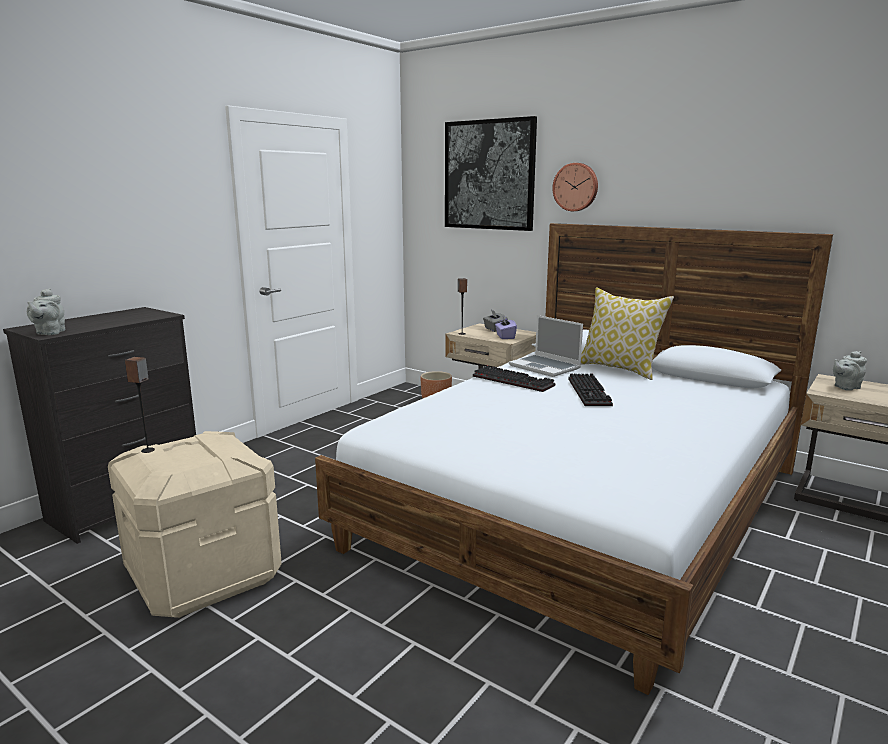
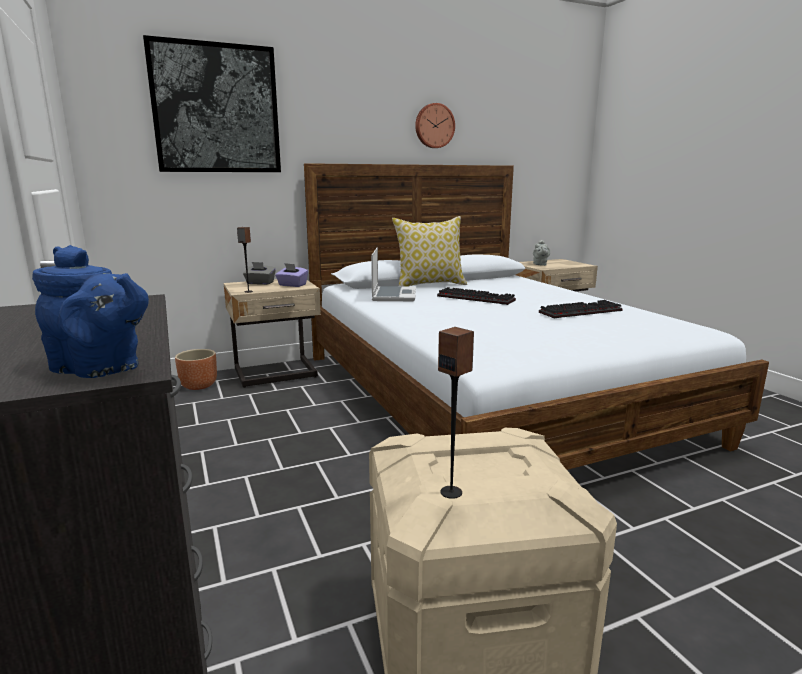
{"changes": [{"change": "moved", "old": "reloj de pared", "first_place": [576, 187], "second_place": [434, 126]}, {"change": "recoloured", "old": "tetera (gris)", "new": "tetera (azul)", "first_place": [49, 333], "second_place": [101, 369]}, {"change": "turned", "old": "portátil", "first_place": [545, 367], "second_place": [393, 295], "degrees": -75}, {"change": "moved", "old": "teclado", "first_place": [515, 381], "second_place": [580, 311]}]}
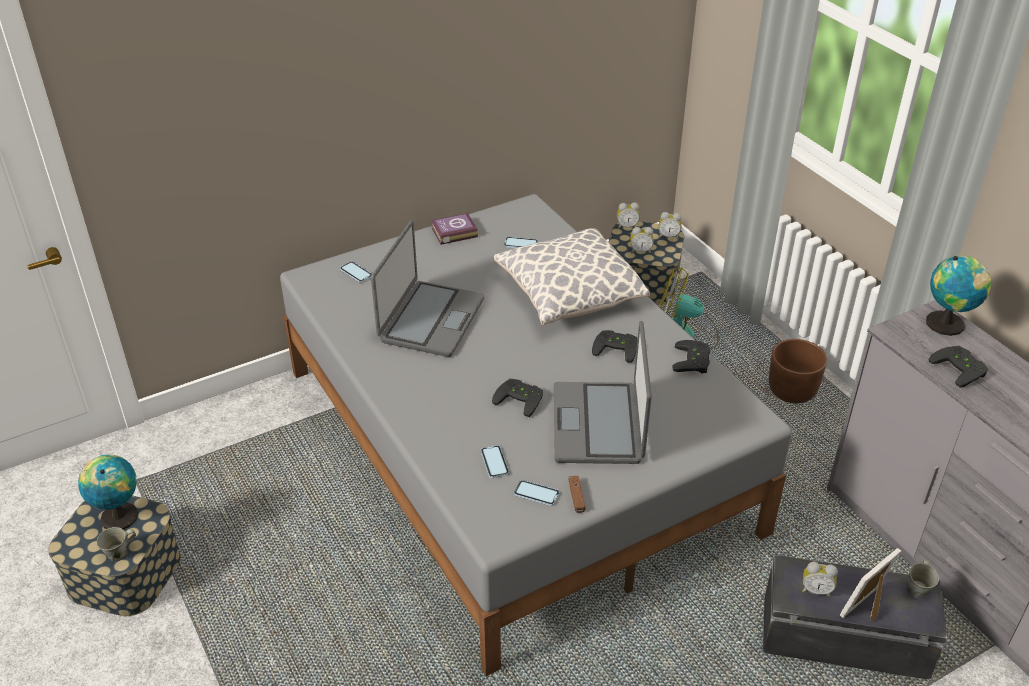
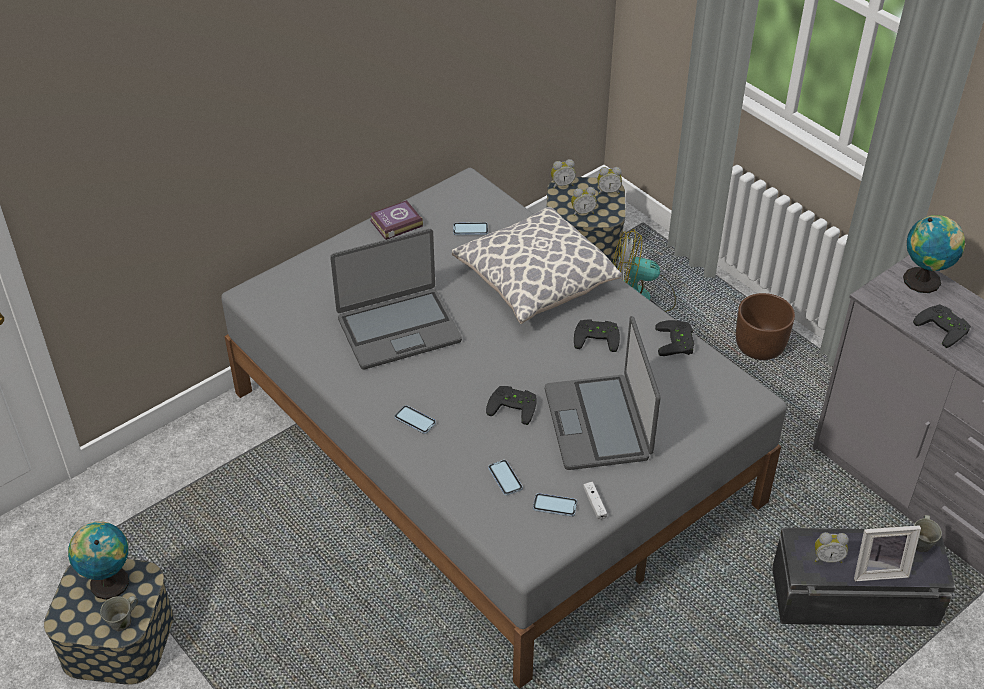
{"changes": [{"change": "turned", "old": "portátil", "first_place": [430, 319], "second_place": [398, 329], "degrees": 60}, {"change": "moved", "old": "móvil", "first_place": [356, 273], "second_place": [415, 420]}, {"change": "recoloured", "old": "mando de consola (marrón)", "new": "mando de consola (blanco)", "first_place": [576, 497], "second_place": [594, 503]}, {"change": "turned", "old": "portarretratos", "first_place": [867, 608], "second_place": [878, 569], "degrees": -135}]}
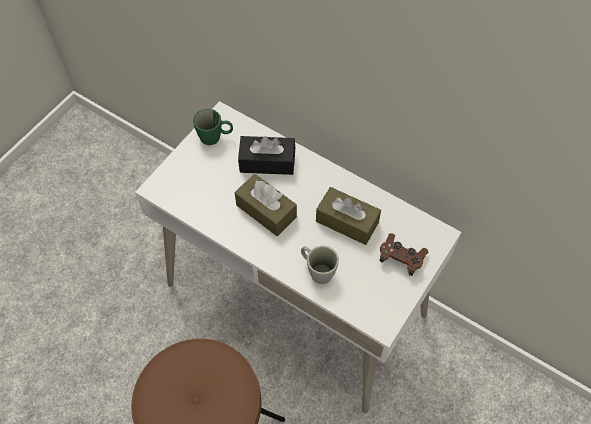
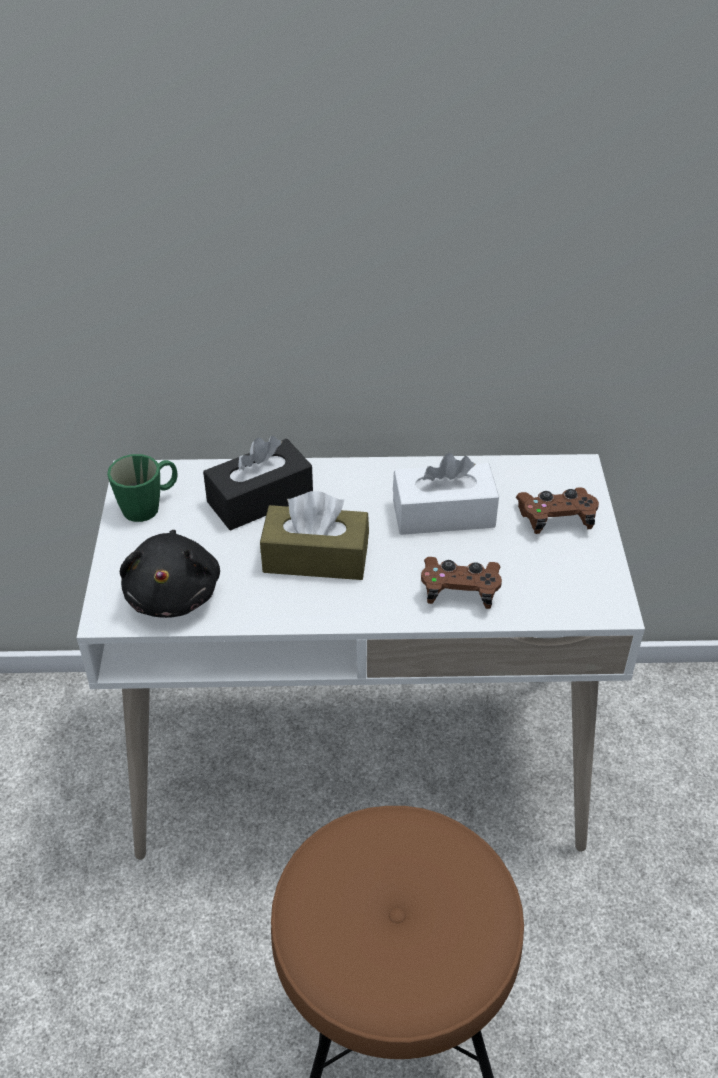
{"changes": [{"change": "recoloured", "old": "caja de pañuelos (marrón)", "new": "caja de pañuelos (blanco)", "first_place": [347, 222], "second_place": [443, 514]}, {"change": "replaced", "old": "taza grande (gris)", "new": "mando de consola (marrón)", "first_place": [317, 270], "second_place": [460, 591]}, {"change": "added", "new": "peluche (negro)", "second_place": [174, 594]}]}
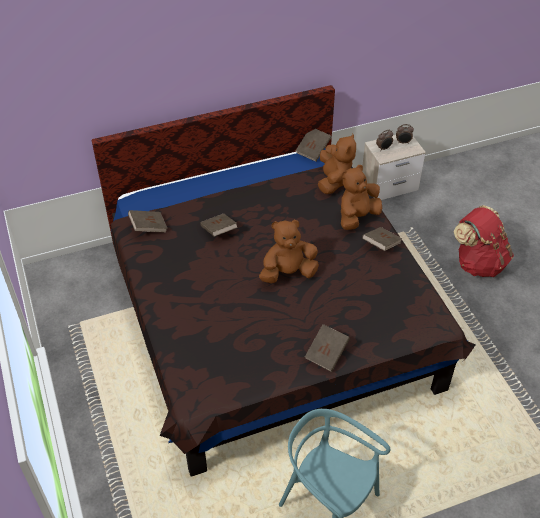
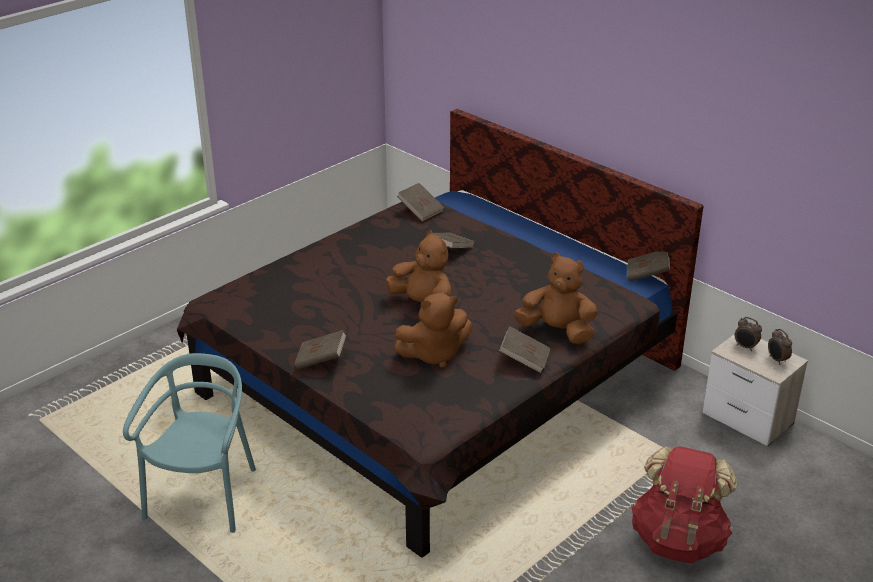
{"changes": [{"change": "moved", "old": "peluche (marrón)", "first_place": [333, 180], "second_place": [434, 354]}]}
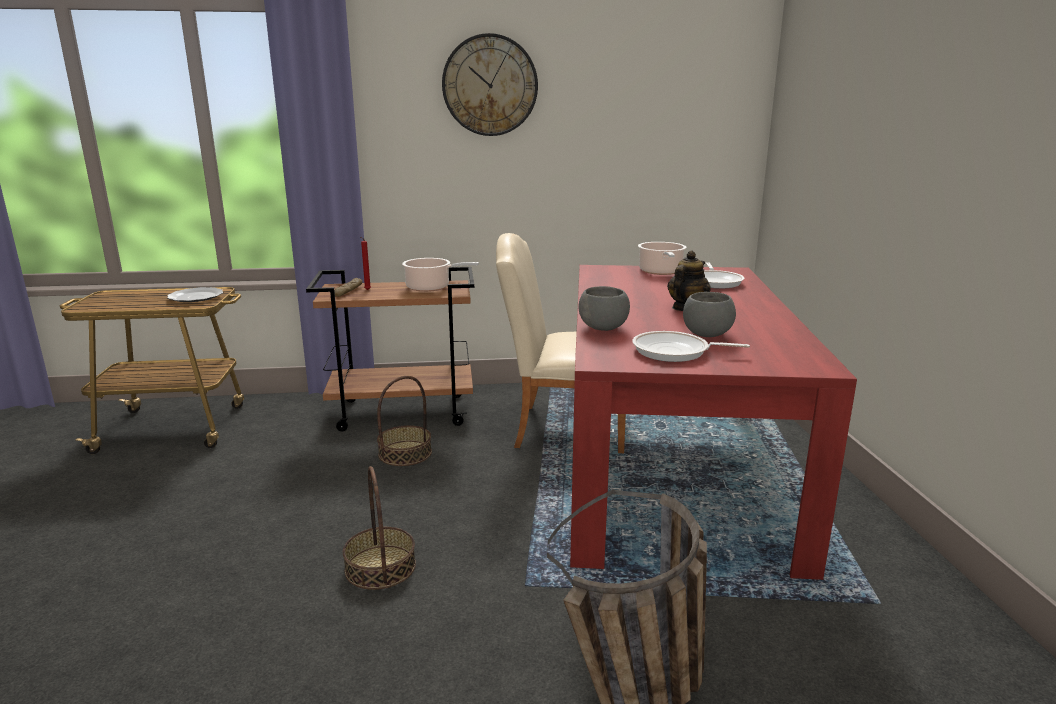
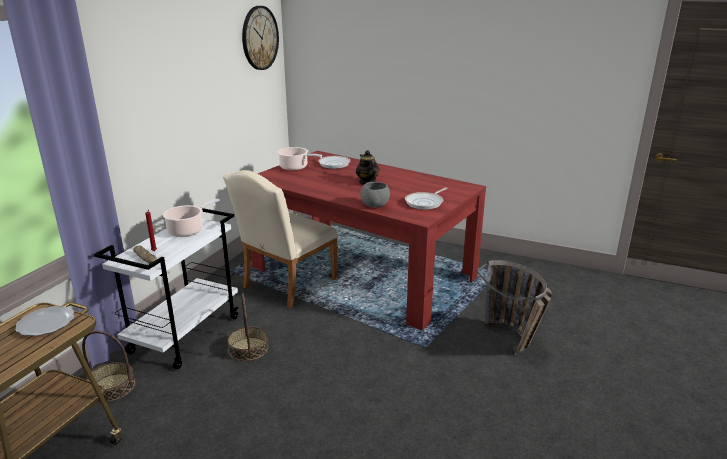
{"changes": [{"change": "moved", "old": "reloj de pared", "first_place": [490, 85], "second_place": [259, 38]}, {"change": "recoloured", "old": "carrito (marrón)", "new": "carrito (blanco)", "first_place": [404, 412], "second_place": [185, 334]}, {"change": "removed", "old": "cuenco (gris)", "first_place": [706, 334]}, {"change": "moved", "old": "cesta", "first_place": [380, 567], "second_place": [112, 387]}]}
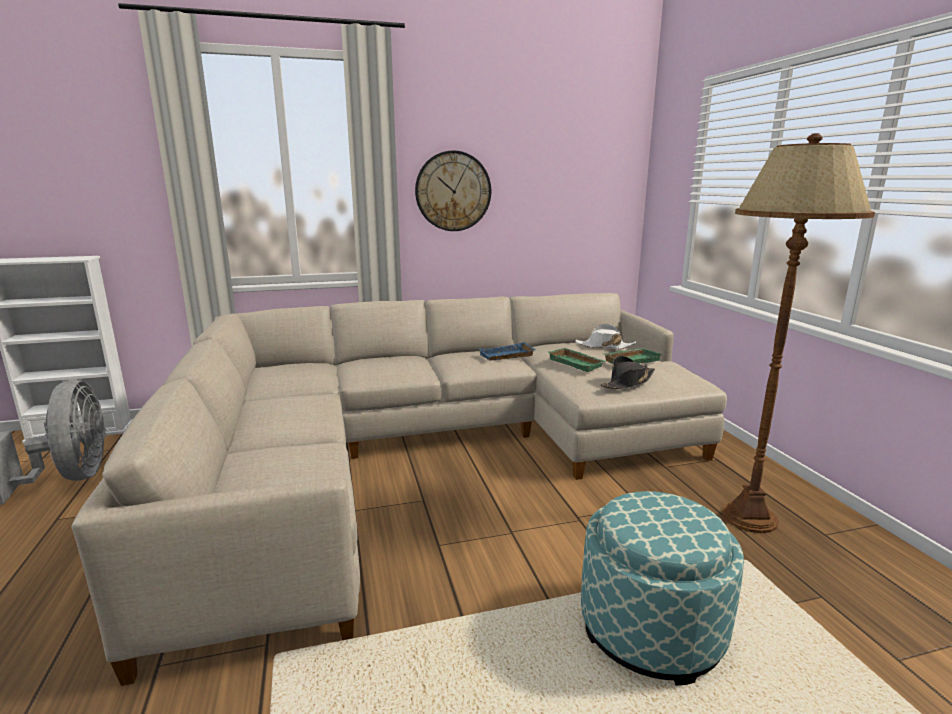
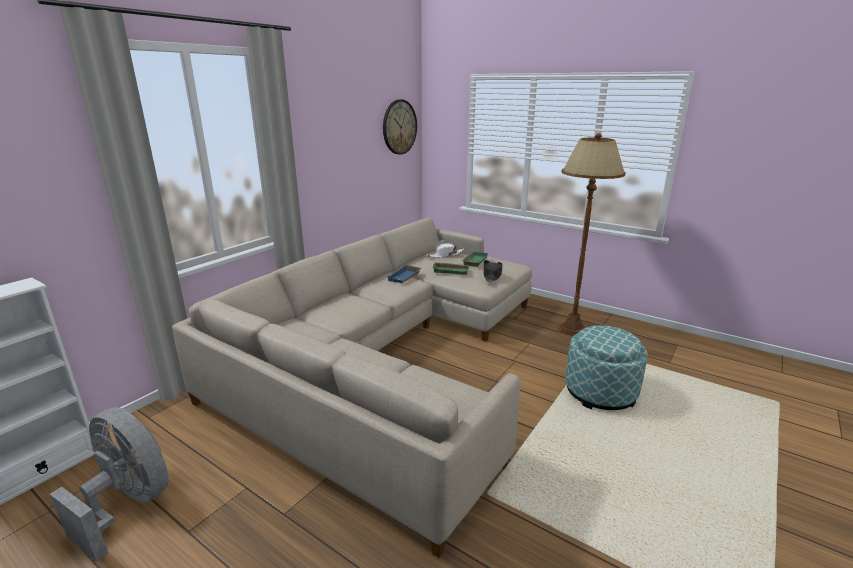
{"changes": [{"change": "moved", "old": "reloj de pared", "first_place": [453, 191], "second_place": [399, 127]}]}
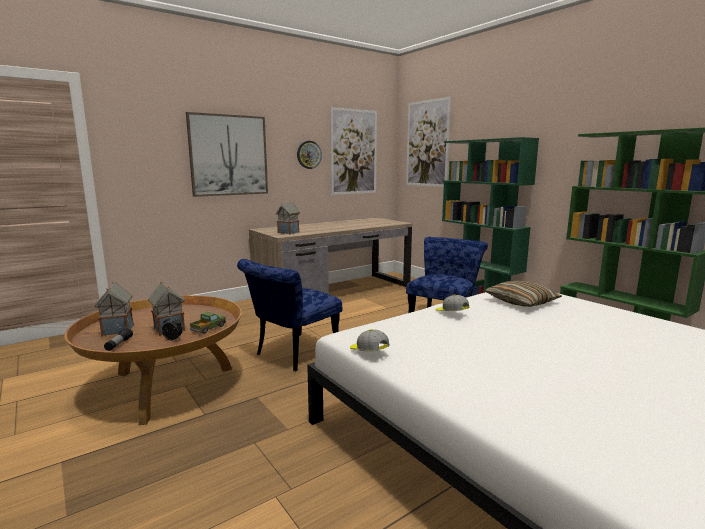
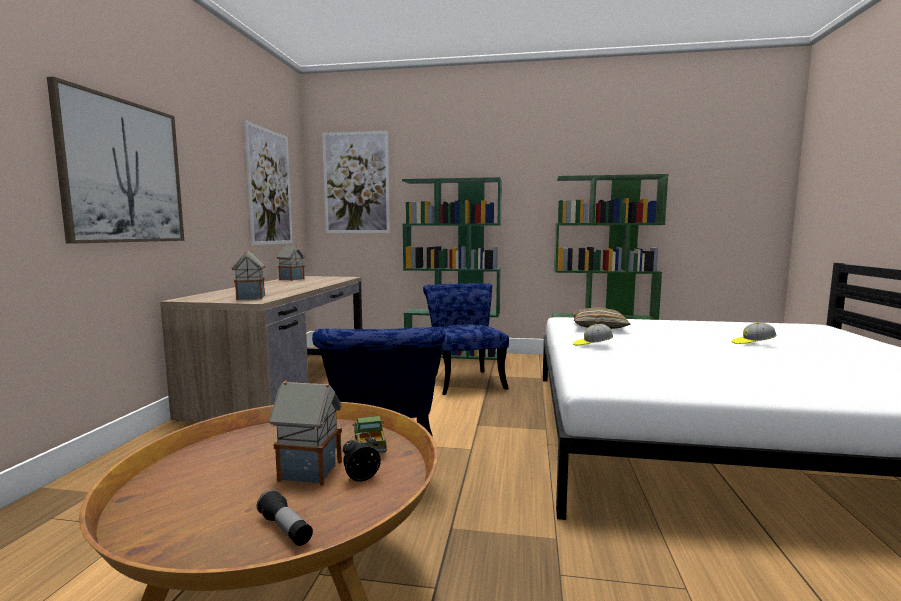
{"changes": [{"change": "removed", "old": "reloj de pared", "first_place": [309, 154]}, {"change": "moved", "old": "casita", "first_place": [117, 330], "second_place": [291, 279]}, {"change": "moved", "old": "gorra", "first_place": [368, 352], "second_place": [752, 343]}]}
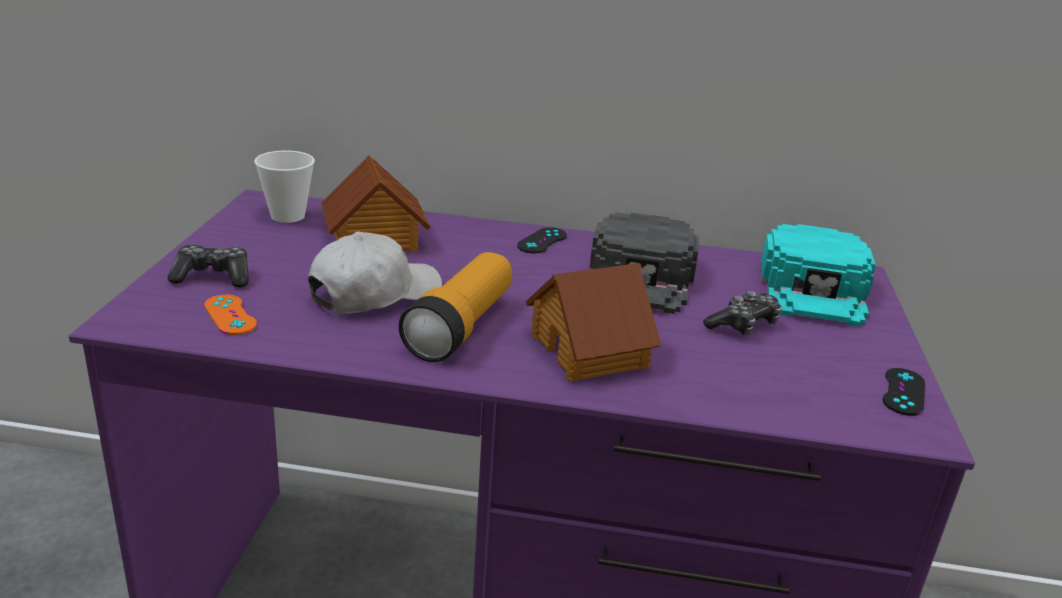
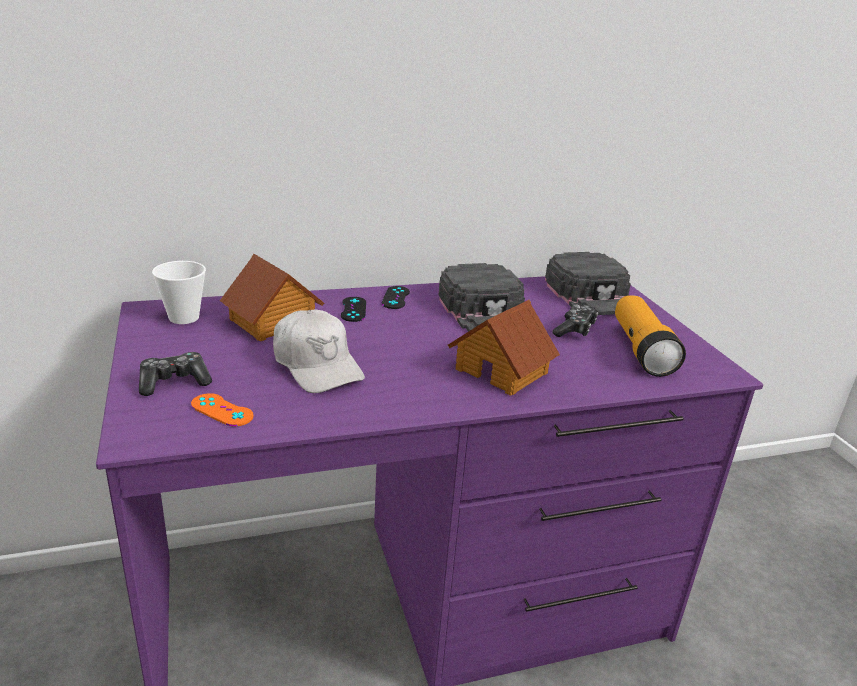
{"changes": [{"change": "recoloured", "old": "gorra (turquesa)", "new": "gorra (negro)", "first_place": [814, 289], "second_place": [591, 295]}, {"change": "turned", "old": "gorra (blanco)", "first_place": [374, 294], "second_place": [317, 365], "degrees": 120}, {"change": "moved", "old": "linterna", "first_place": [460, 327], "second_place": [641, 350]}, {"change": "moved", "old": "mando de consola (negro)", "first_place": [903, 392], "second_place": [353, 309]}]}
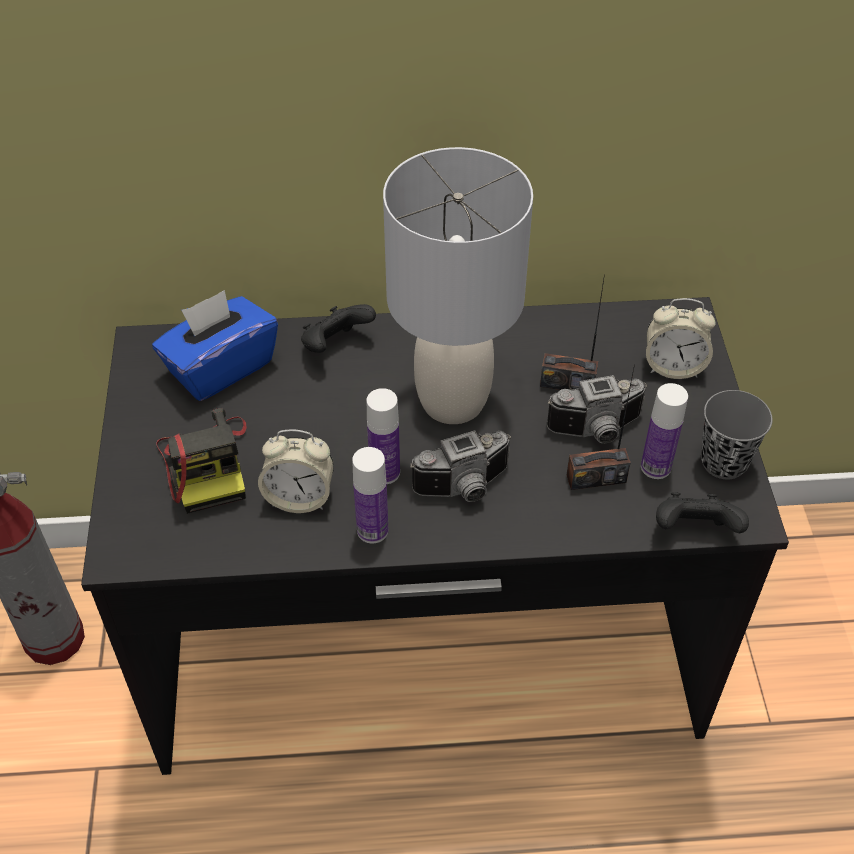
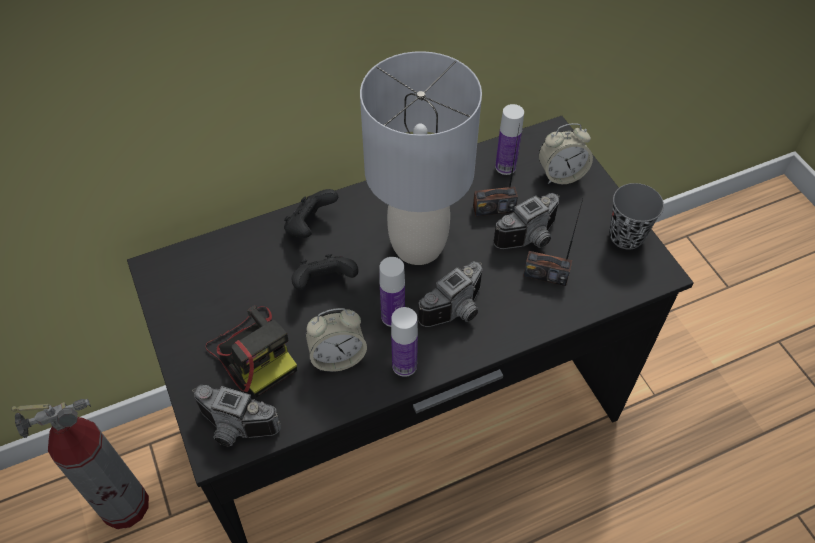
{"changes": [{"change": "removed", "old": "caja de pañuelos (azul)", "first_place": [220, 367]}, {"change": "turned", "old": "radio", "first_place": [596, 478], "second_place": [545, 275], "degrees": 45}, {"change": "moved", "old": "botella", "first_place": [655, 467], "second_place": [505, 167]}, {"change": "moved", "old": "mando de consola (negro)", "first_place": [694, 530], "second_place": [325, 283]}, {"change": "added", "new": "cámara", "second_place": [235, 430]}]}
